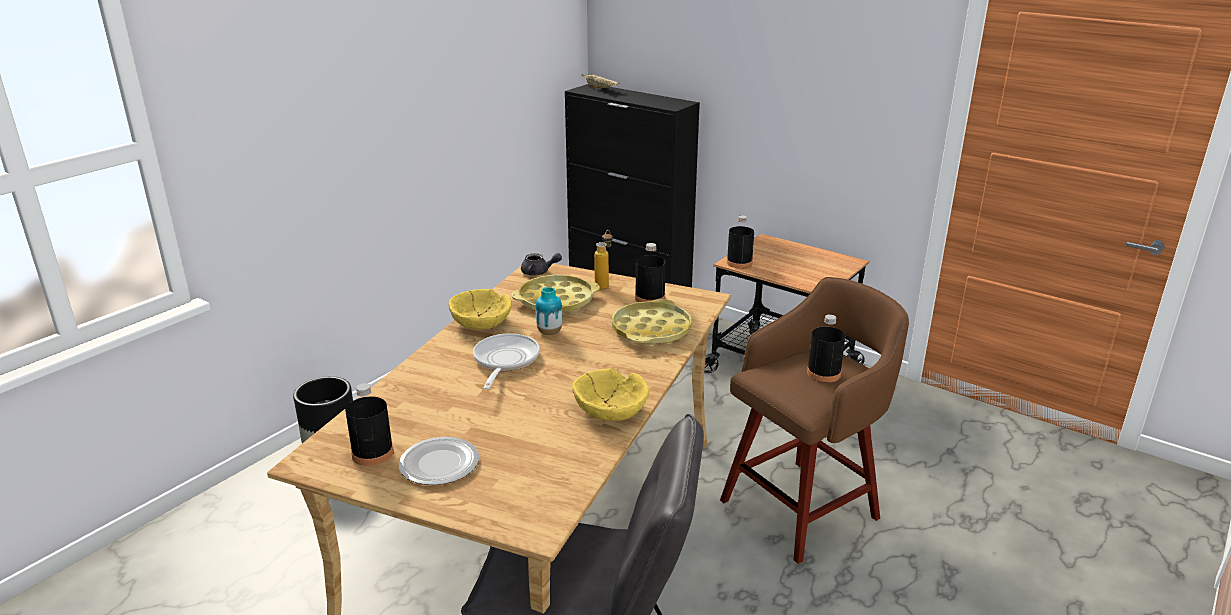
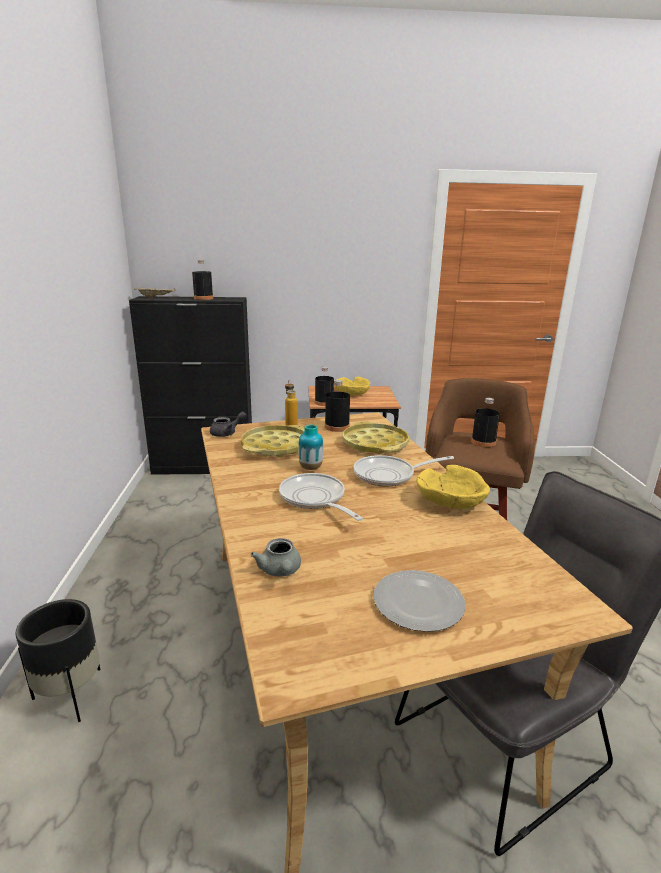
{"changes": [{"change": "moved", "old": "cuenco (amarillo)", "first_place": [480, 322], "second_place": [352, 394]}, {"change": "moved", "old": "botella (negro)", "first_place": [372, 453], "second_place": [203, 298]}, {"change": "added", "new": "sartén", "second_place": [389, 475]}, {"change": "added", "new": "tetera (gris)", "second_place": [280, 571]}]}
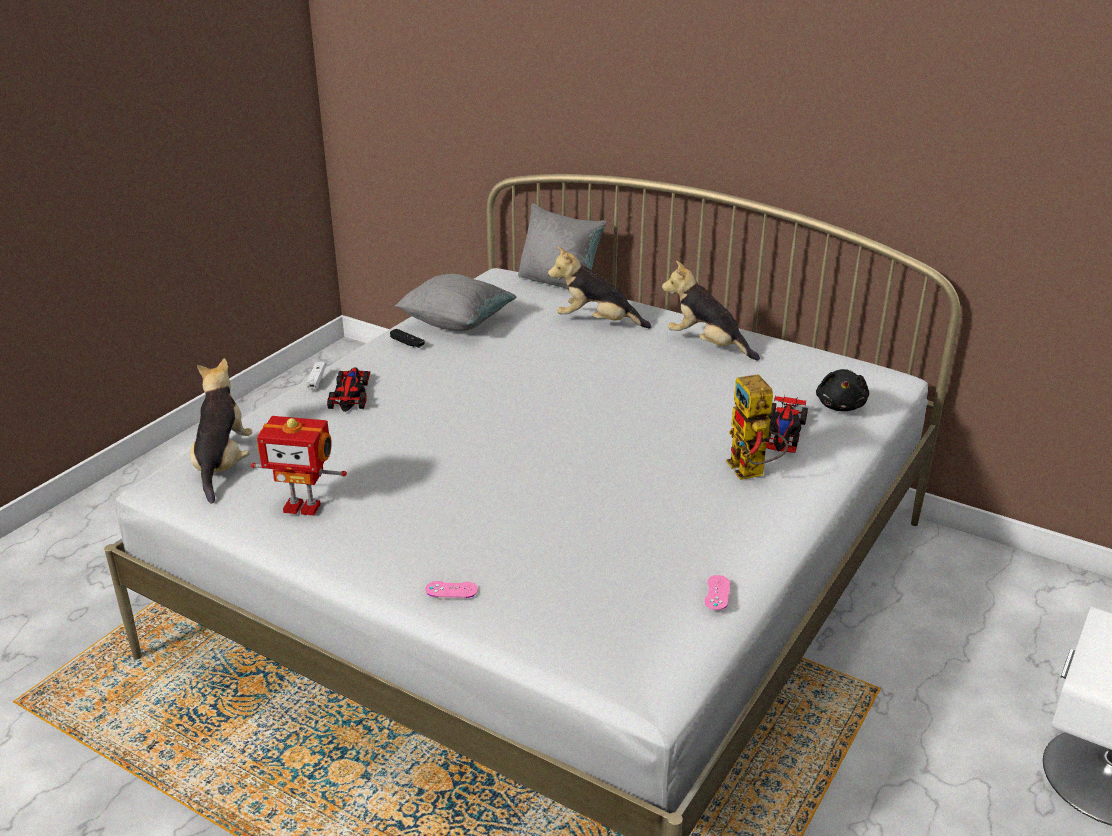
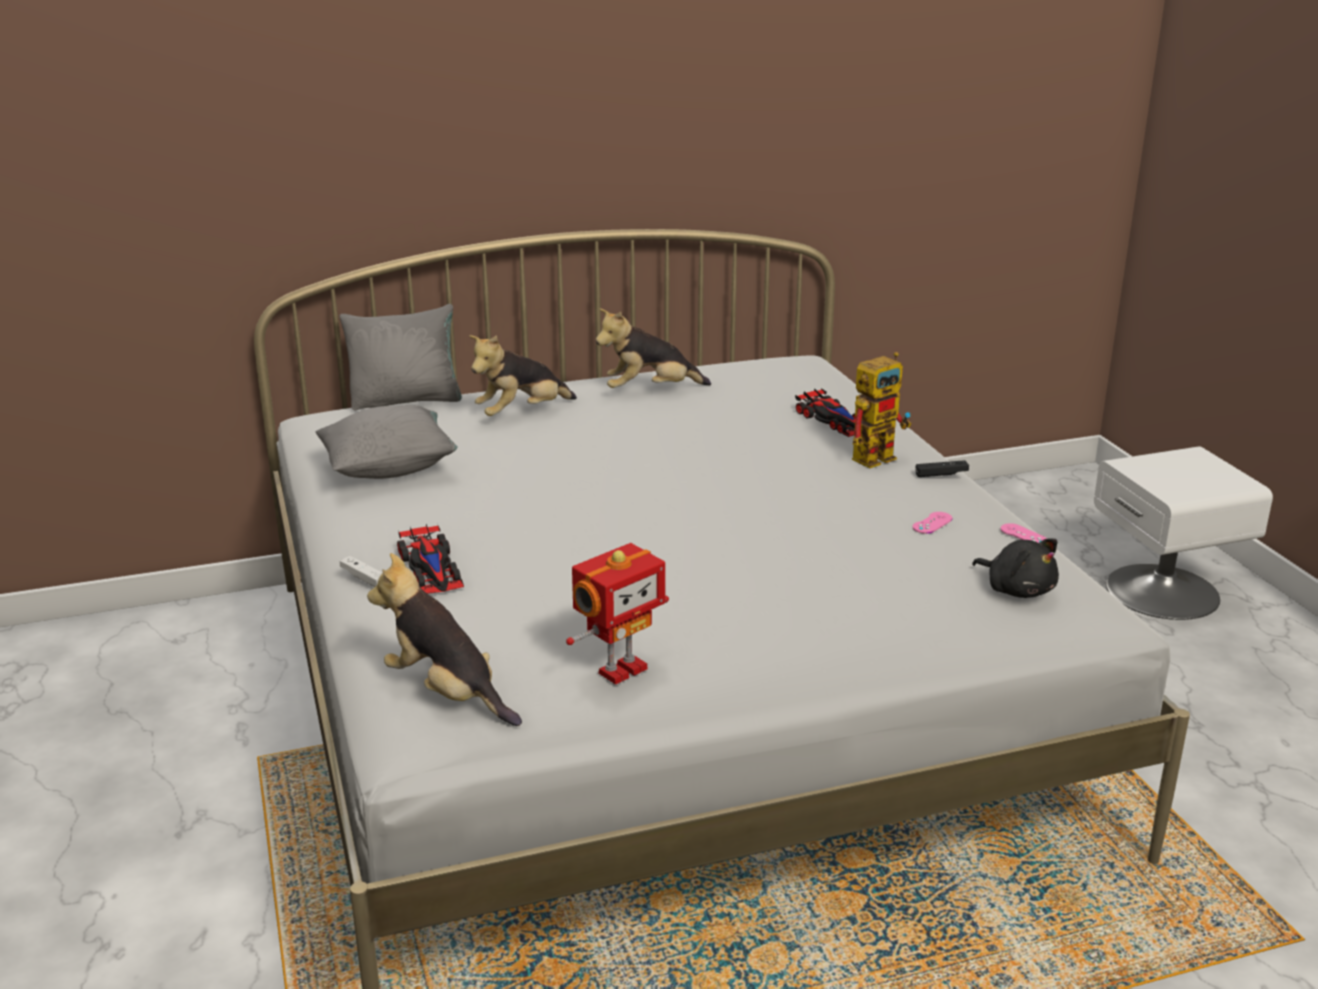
{"changes": [{"change": "moved", "old": "mando de consola (negro)", "first_place": [407, 343], "second_place": [941, 474]}, {"change": "turned", "old": "coche de juguete", "first_place": [350, 392], "second_place": [431, 568], "degrees": -150}, {"change": "moved", "old": "peluche (negro)", "first_place": [840, 405], "second_place": [1017, 589]}, {"change": "turned", "old": "robot de juguete", "first_place": [752, 472], "second_place": [878, 455], "degrees": -60}, {"change": "moved", "old": "mando de consola (rosa)", "first_place": [451, 590], "second_place": [932, 523]}]}
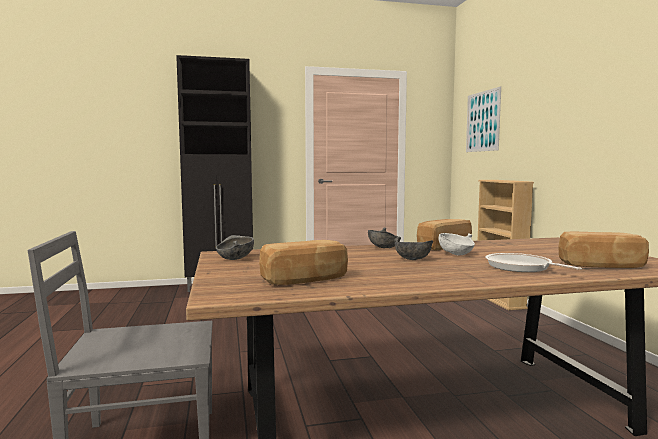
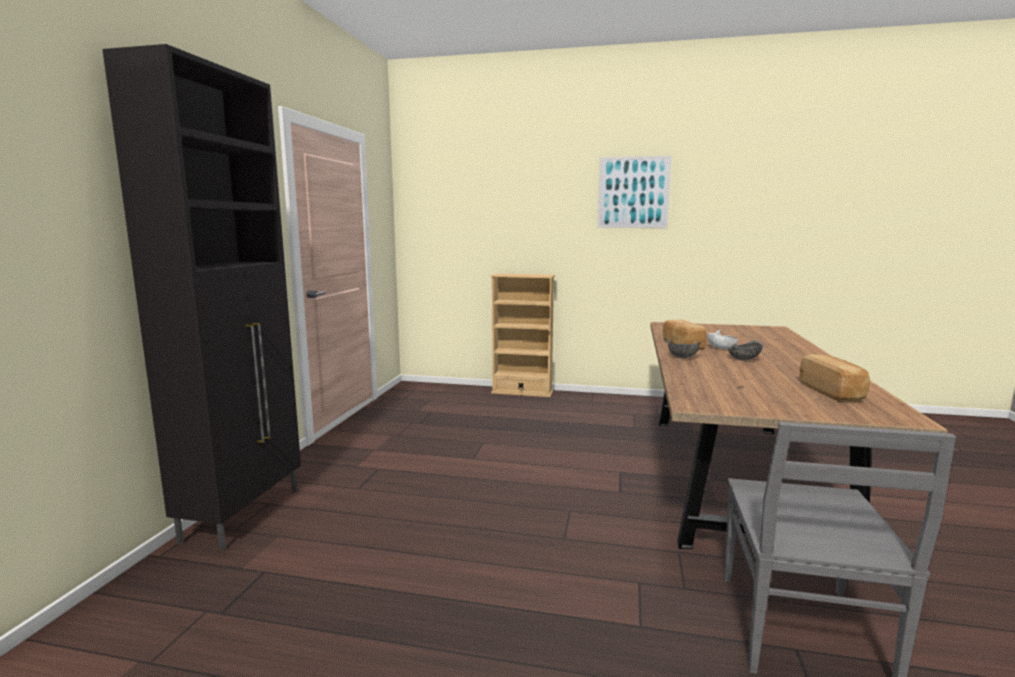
{"changes": [{"change": "moved", "old": "cuadro", "first_place": [482, 121], "second_place": [633, 192]}, {"change": "removed", "old": "pan", "first_place": [601, 266]}, {"change": "removed", "old": "cuenco (gris)", "first_place": [234, 259]}, {"change": "removed", "old": "sartén", "first_place": [521, 267]}]}
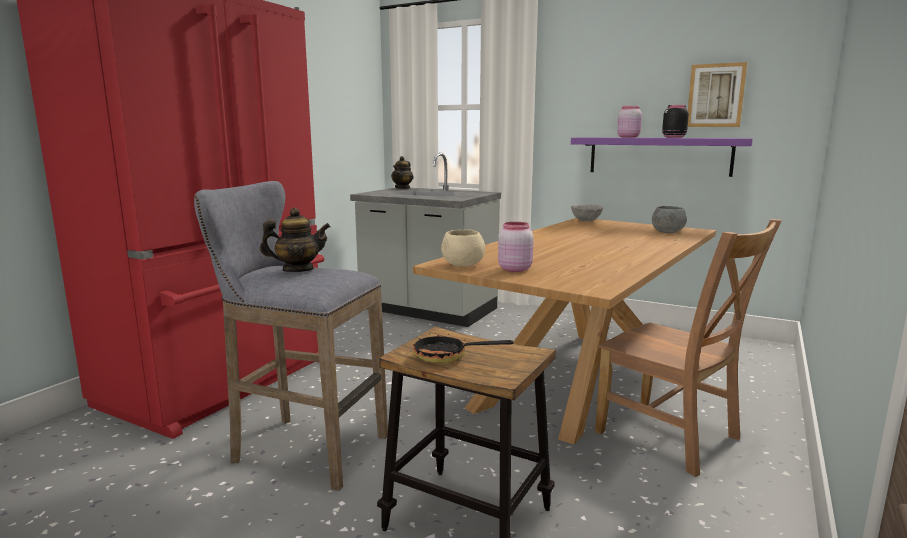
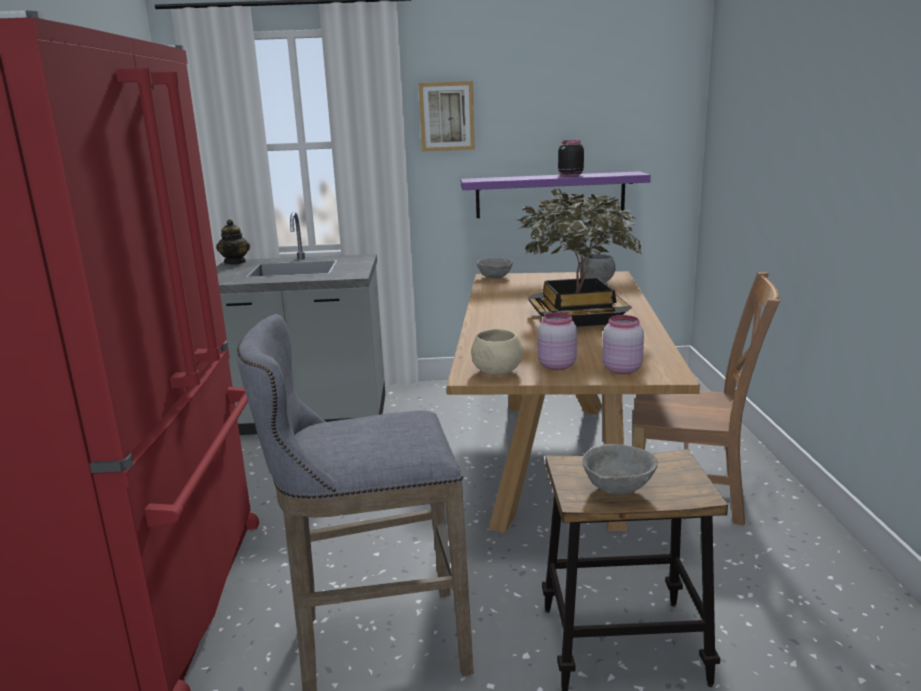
{"changes": [{"change": "moved", "old": "cuadro", "first_place": [716, 95], "second_place": [446, 116]}, {"change": "moved", "old": "tarro (rosa)", "first_place": [628, 137], "second_place": [621, 369]}, {"change": "removed", "old": "tetera", "first_place": [298, 270]}, {"change": "replaced", "old": "sartén", "new": "cuenco (gris)", "first_place": [448, 357], "second_place": [619, 488]}, {"change": "added", "new": "planta en maceta", "second_place": [577, 318]}]}
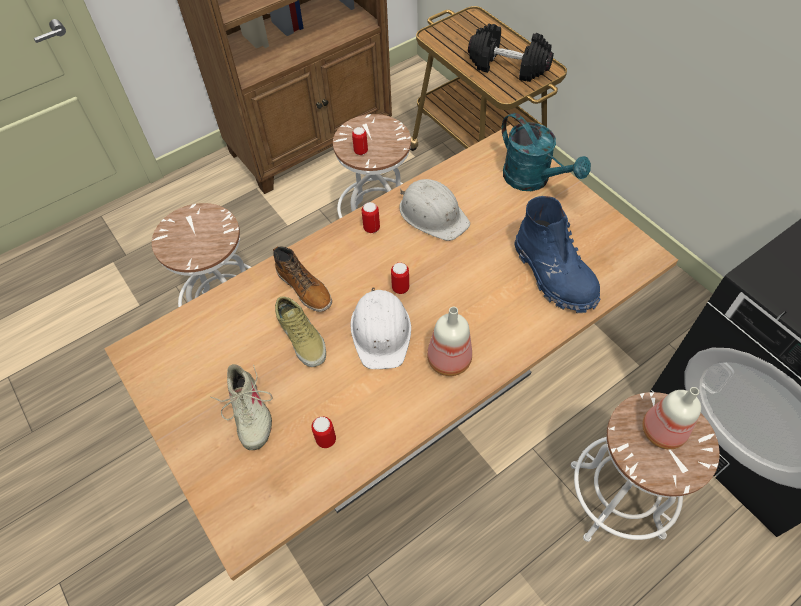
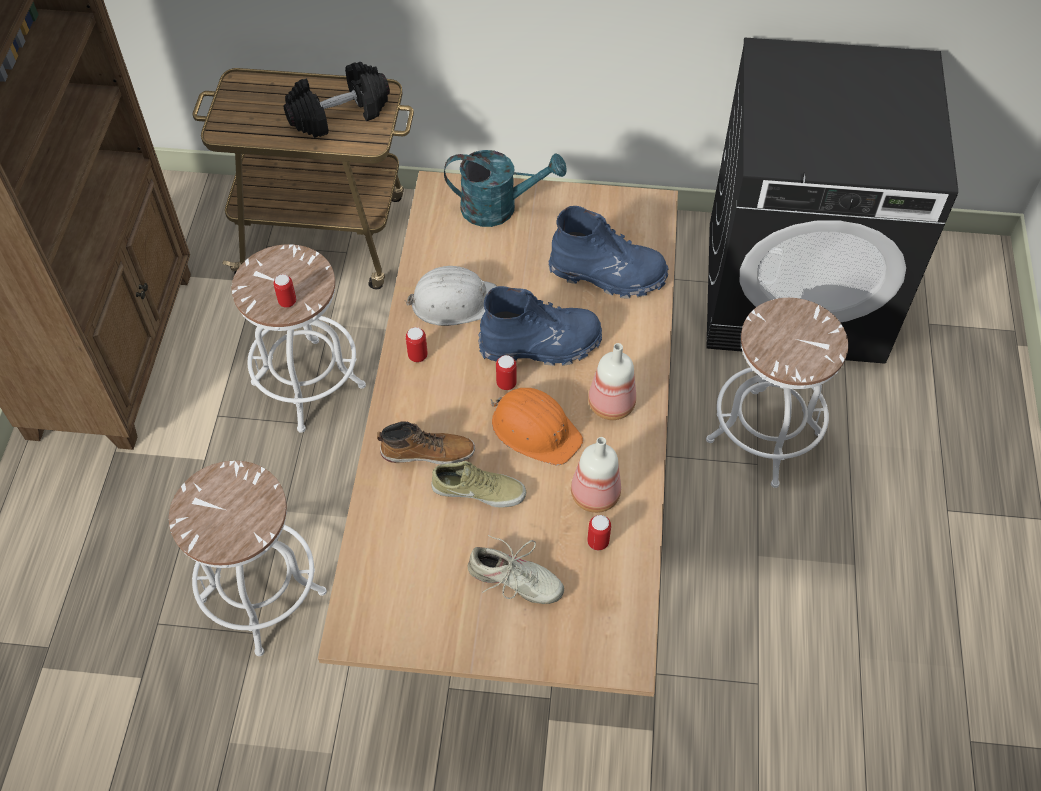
{"changes": [{"change": "recoloured", "old": "casco (blanco)", "new": "casco (naranja)", "first_place": [381, 331], "second_place": [535, 429]}, {"change": "moved", "old": "botella", "first_place": [661, 431], "second_place": [594, 495]}, {"change": "added", "new": "bota (azul)", "second_place": [541, 345]}]}
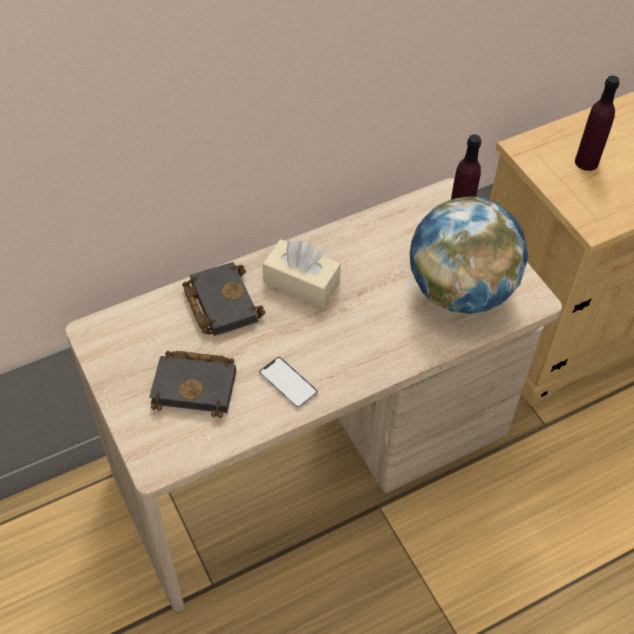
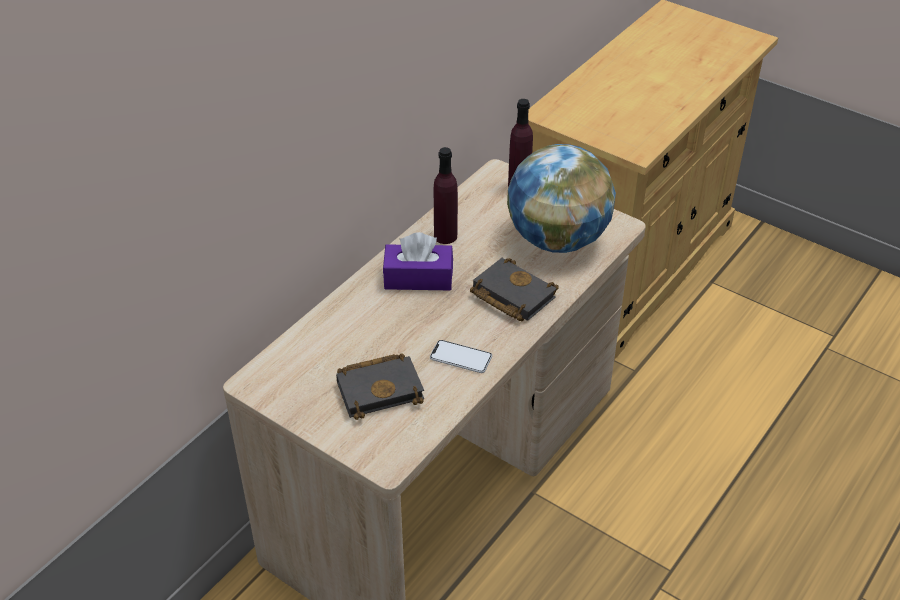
{"changes": [{"change": "moved", "old": "botella (morado)", "first_place": [586, 162], "second_place": [445, 236]}, {"change": "recoloured", "old": "caja de pañuelos (beis)", "new": "caja de pañuelos (morado)", "first_place": [301, 282], "second_place": [418, 278]}, {"change": "moved", "old": "libro (negro)", "first_place": [220, 302], "second_place": [510, 295]}]}
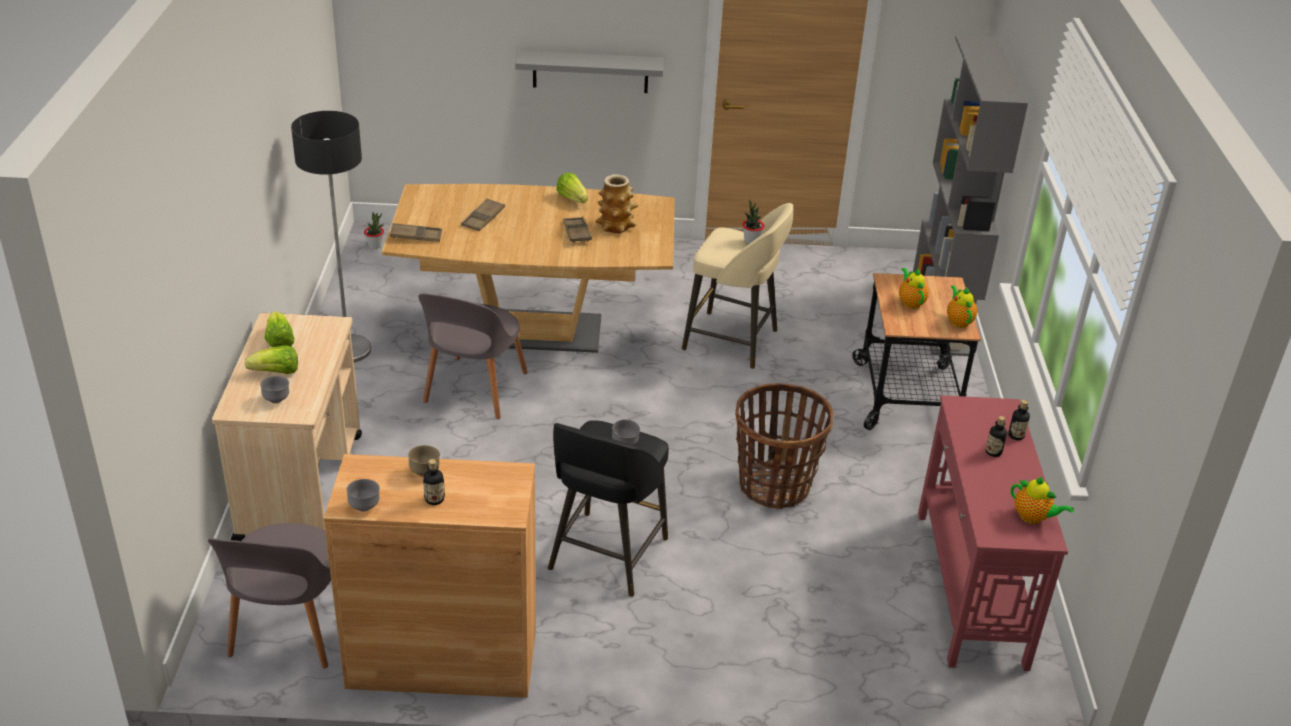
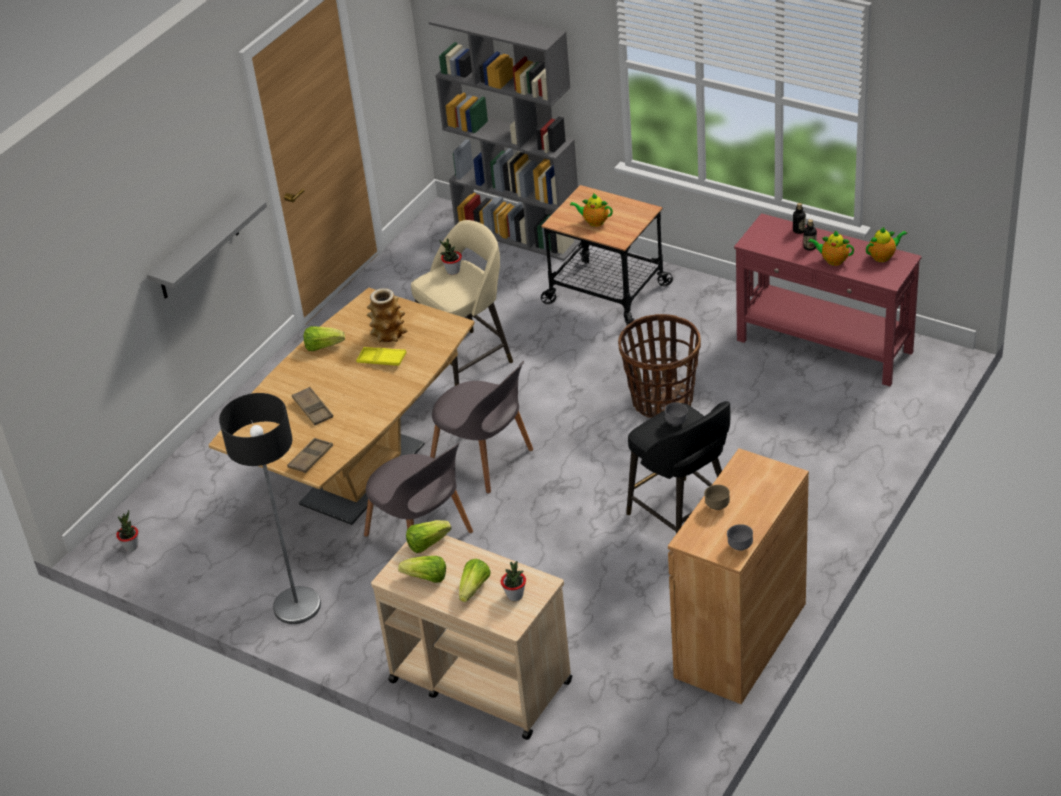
{"changes": [{"change": "recoloured", "old": "bandeja (marrón)", "new": "bandeja (amarillo)", "first_place": [577, 233], "second_place": [381, 359]}, {"change": "moved", "old": "tetera", "first_place": [958, 321], "second_place": [832, 260]}, {"change": "replaced", "old": "cuenco (gris)", "new": "planta en maceta", "first_place": [276, 400], "second_place": [515, 595]}, {"change": "removed", "old": "botella", "first_place": [434, 499]}, {"change": "moved", "old": "silla (gris)", "first_place": [290, 629], "second_place": [484, 460]}, {"change": "added", "new": "lechuga", "second_place": [427, 543]}]}
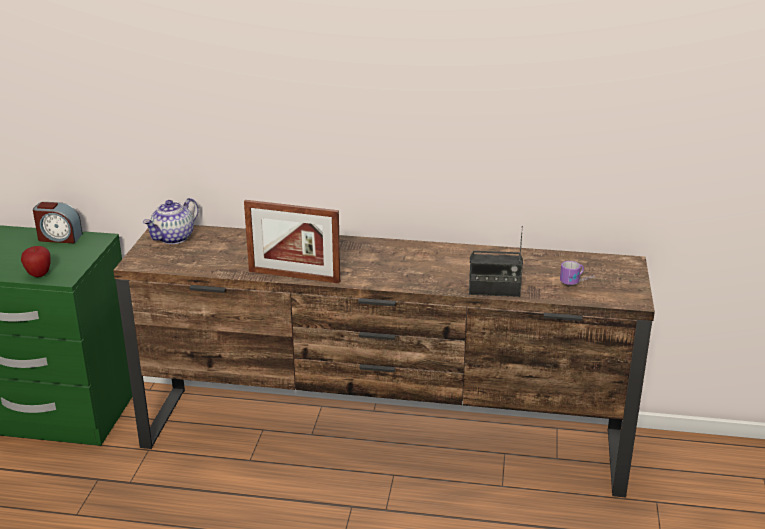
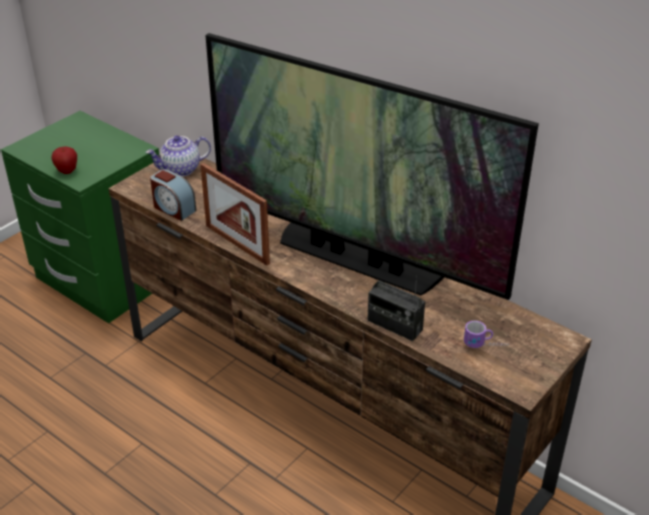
{"changes": [{"change": "moved", "old": "despertador", "first_place": [59, 237], "second_place": [173, 208]}, {"change": "added", "new": "televisor", "second_place": [356, 259]}]}
